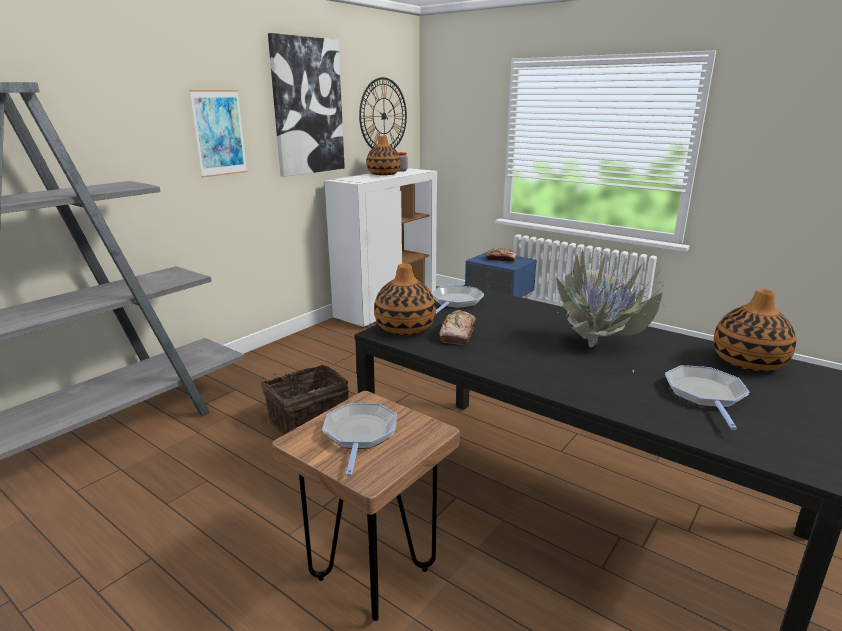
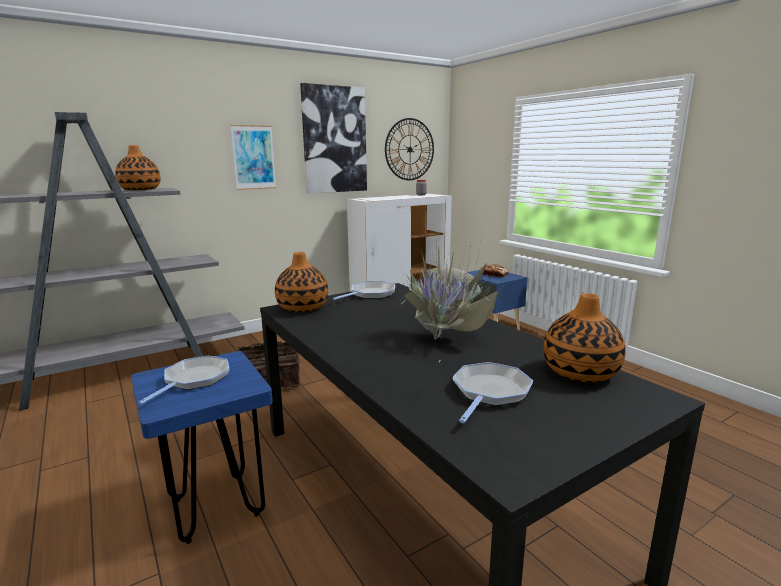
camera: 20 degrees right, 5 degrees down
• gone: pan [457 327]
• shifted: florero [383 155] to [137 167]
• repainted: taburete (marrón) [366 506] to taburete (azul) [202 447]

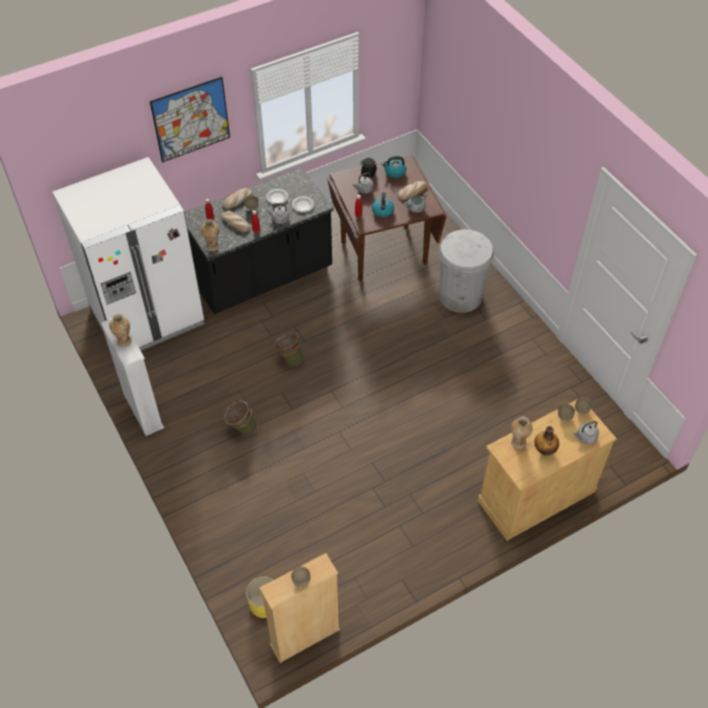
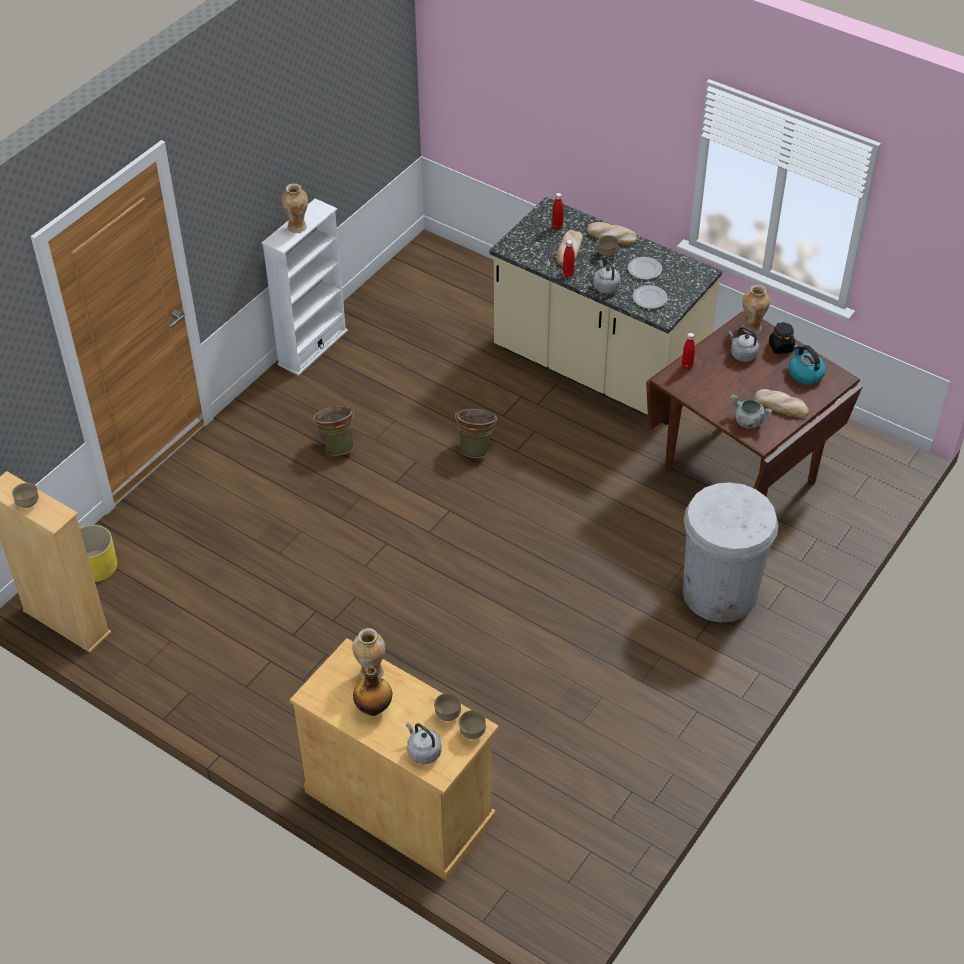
camera: 65 degrees right, 5 degrees down
• gone: nevera (blanco) [128 254]
• gone: cuadro [190 119]
• gone: hervidor [383 205]
• shifted: florero [210 235] to [756 309]
• repainted: mueble bajo de cocina (negro) [259 241] to mueble bajo de cocina (beis) [605 311]

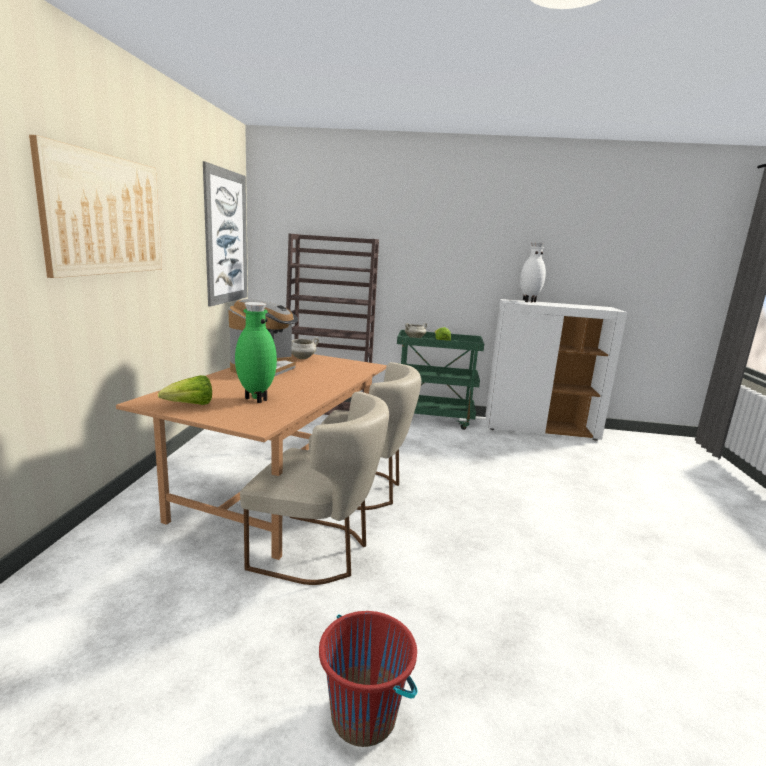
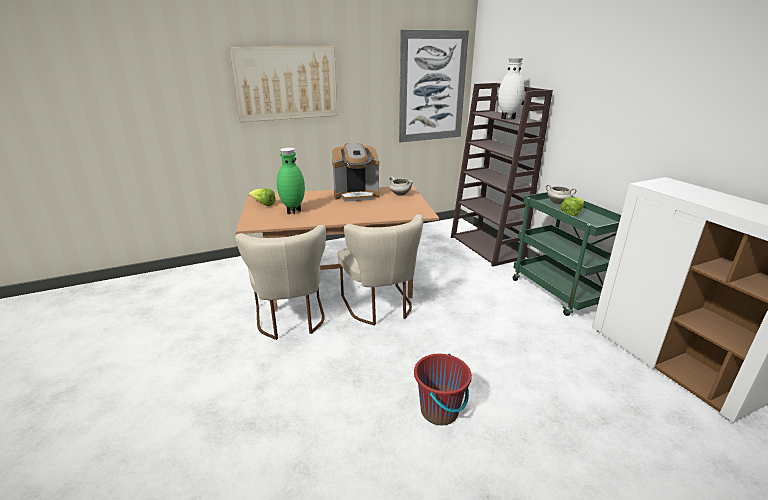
camera: 60 degrees right, 10 degrees up
• shifted: cubo (rojo) [368 679] to [443 389]
• shifted: florero (blanco) [533 273] to [511 89]

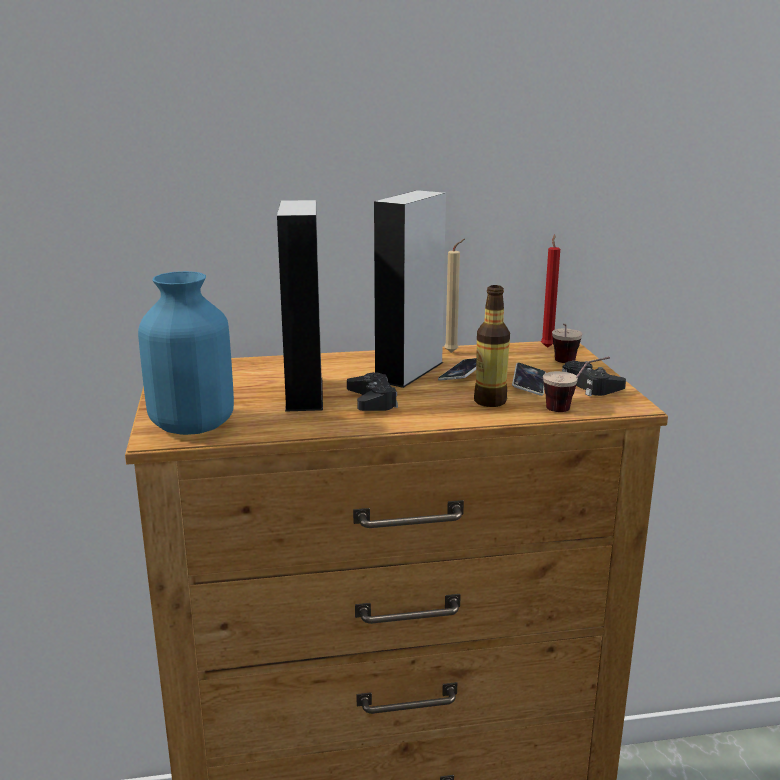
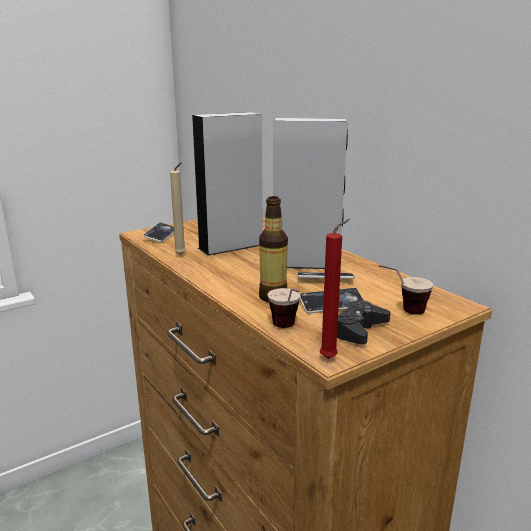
camera: 65 degrees right, 0 degrees up
• gone: mando de consola (negro) [372 391]
• shifted: vela (beis) [454 296] to [178 209]
• shifted: vela (rojo) [550 291] to [335 288]
• swapped: florero (azul) [186 353] to móvil [158 233]

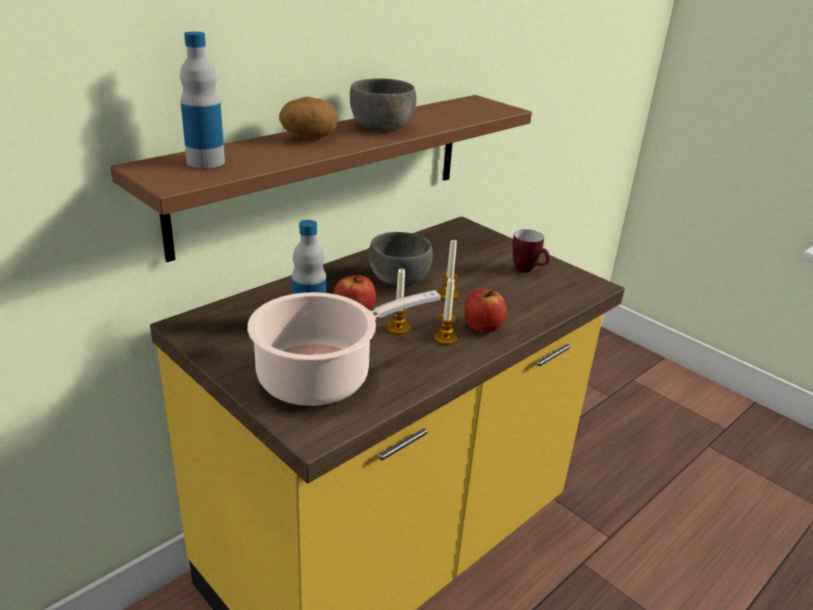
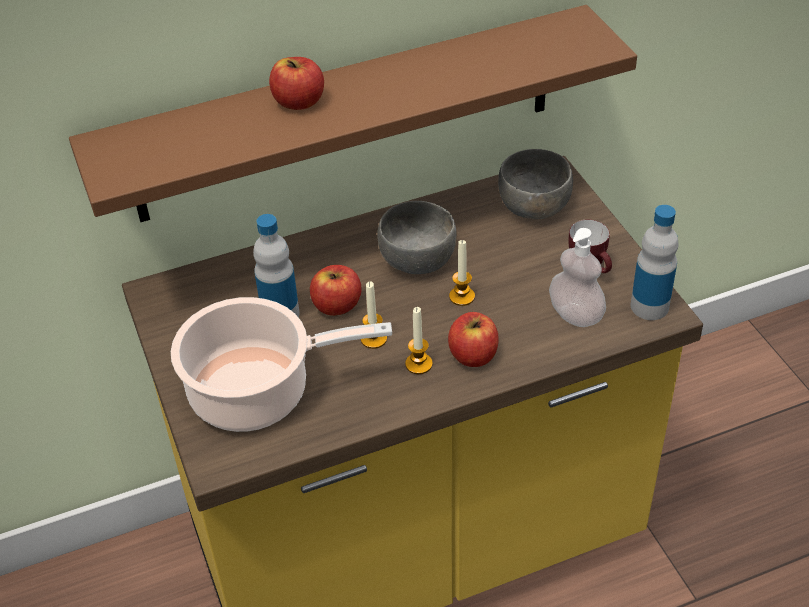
camera: 25 degrees right, 15 degrees up
• new: dispensador de jabón [577 277]
• shifted: botella [202 99] to [655 262]
• shifted: cuenco (gris) [383 105] to [535 184]
• swapped: patata [308 118] to manzana [296 83]

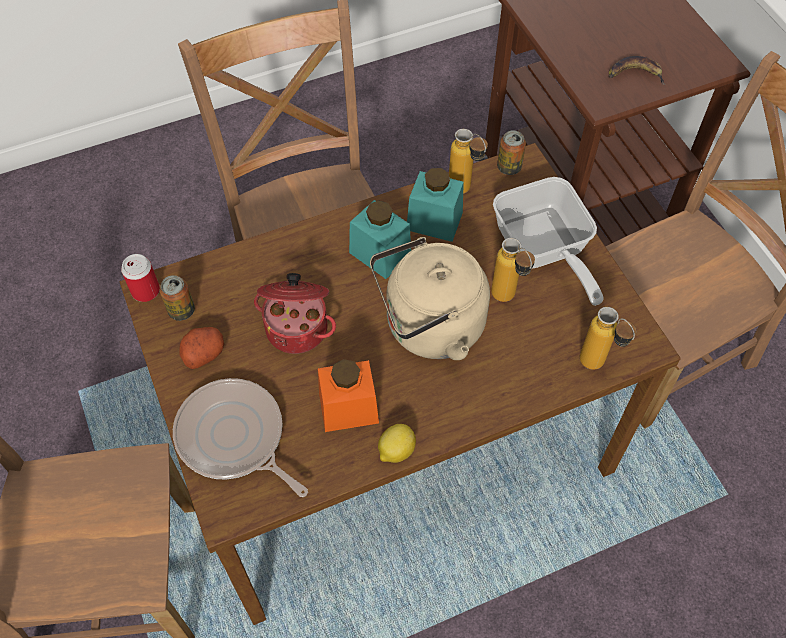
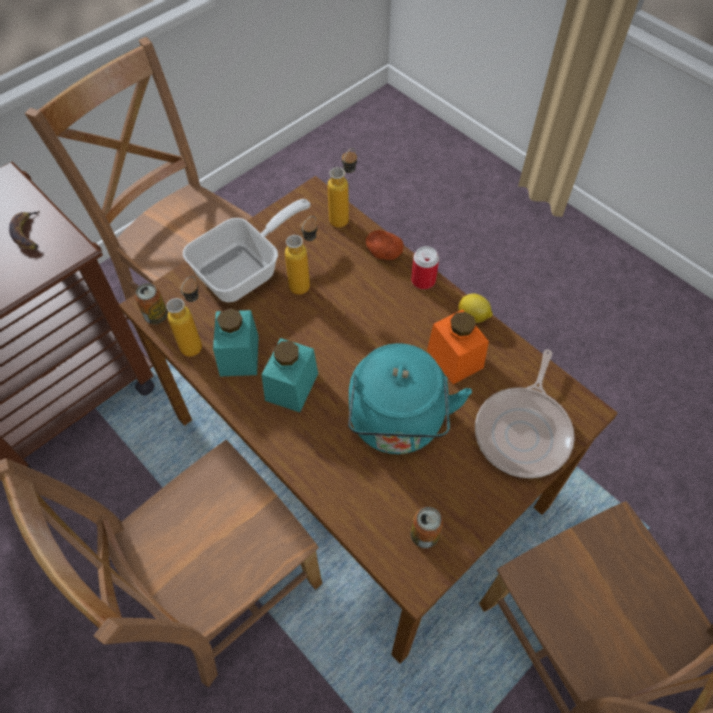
camera: 110 degrees left, 0 degrees up
• gone: hervidor (beis) [430 298]
• shifted: lata [140 278] to [425 267]
• shifted: patata [201 348] to [384 245]
• swapped: olla [295 313] to hervidor (turquesa) [410 398]

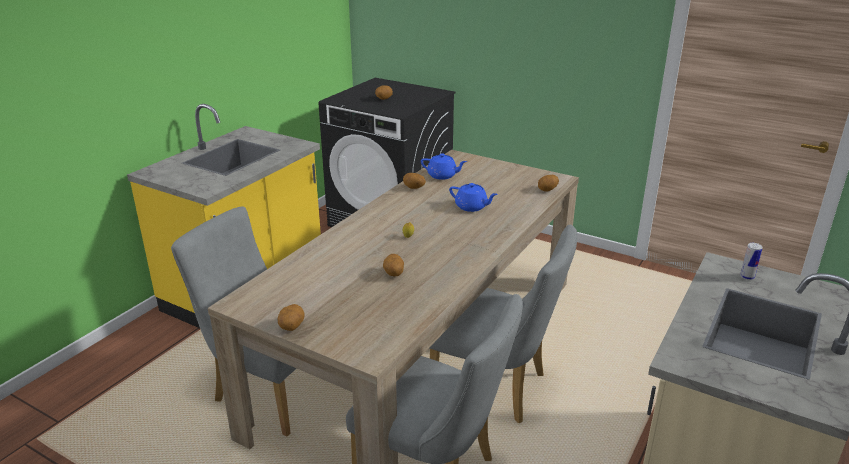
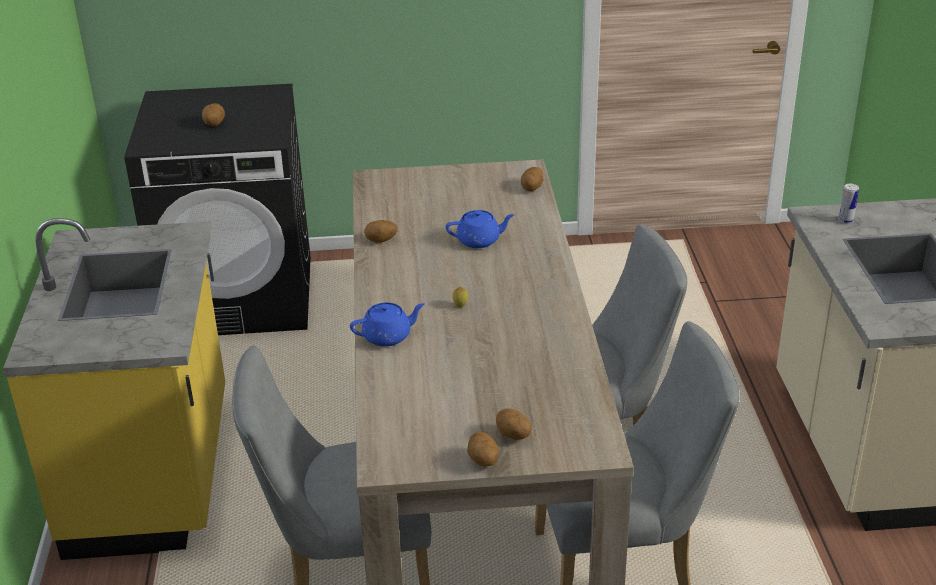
camera: 35 degrees left, 5 degrees up
• shifted: patata [393 265] to [514 424]
• shifted: tetera (azul) [444 167] to [387 324]

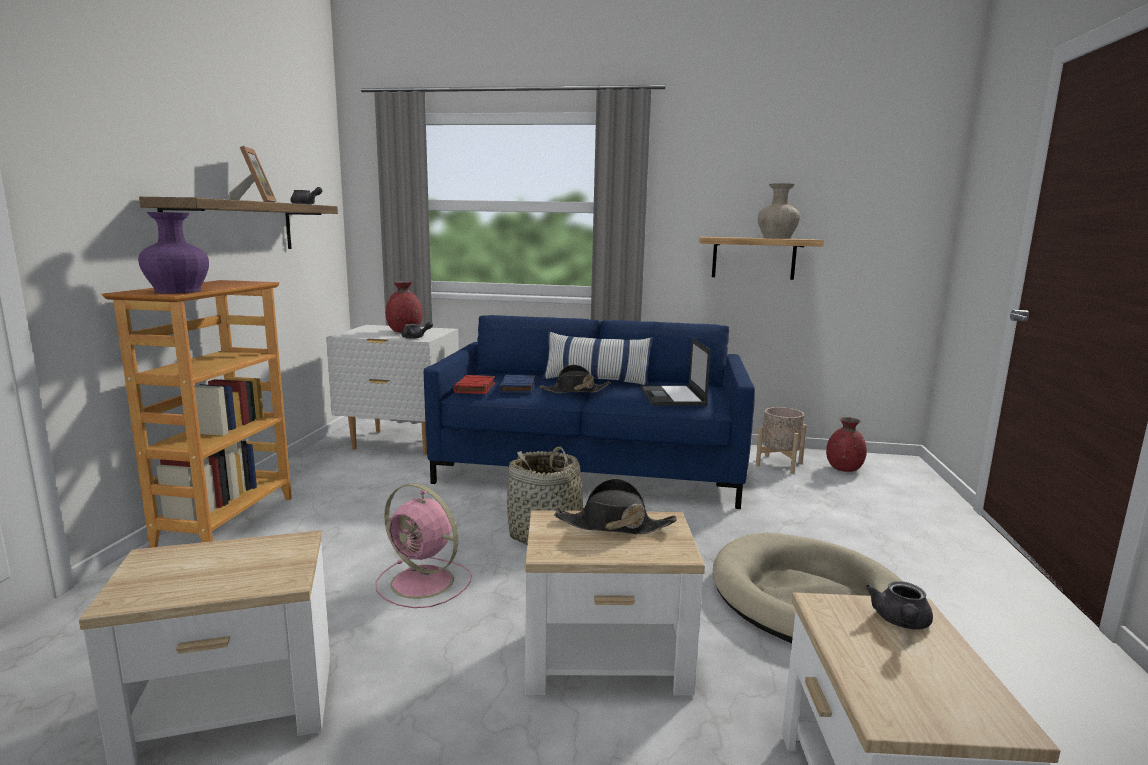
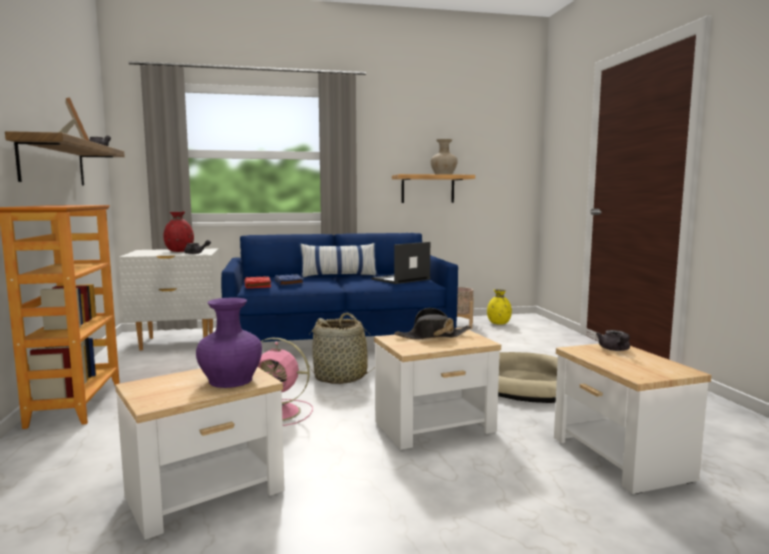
camera: 20 degrees left, 5 degrees down
• gone: sombrero (negro) [575 379]
• shifted: florero (morado) [173 253] to [229 342]
• repainted: florero (rojo) [846 444] to florero (amarillo) [499 307]
• rotated: portátil [675 371] = [400 263] 75 degrees clockwise

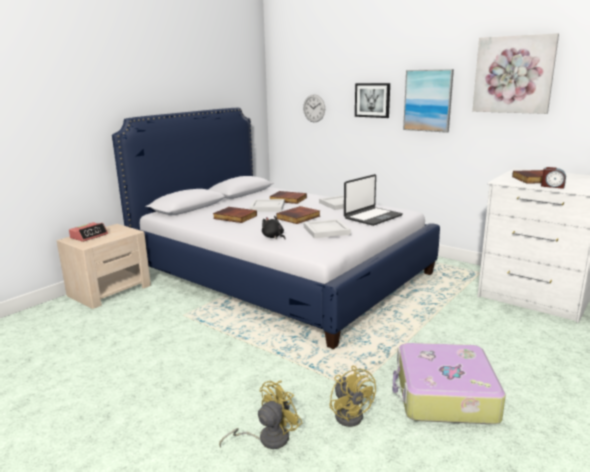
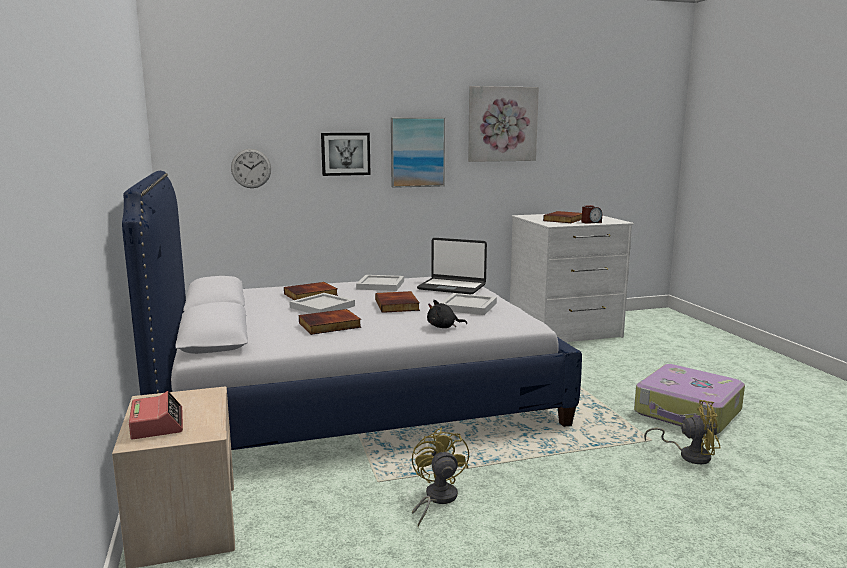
camera: 55 degrees left, 5 degrees down
• shifted: ventilador (amarillo) [260 415] to [440 477]
• rotated: portátil [373 200] = [452 266] 120 degrees clockwise

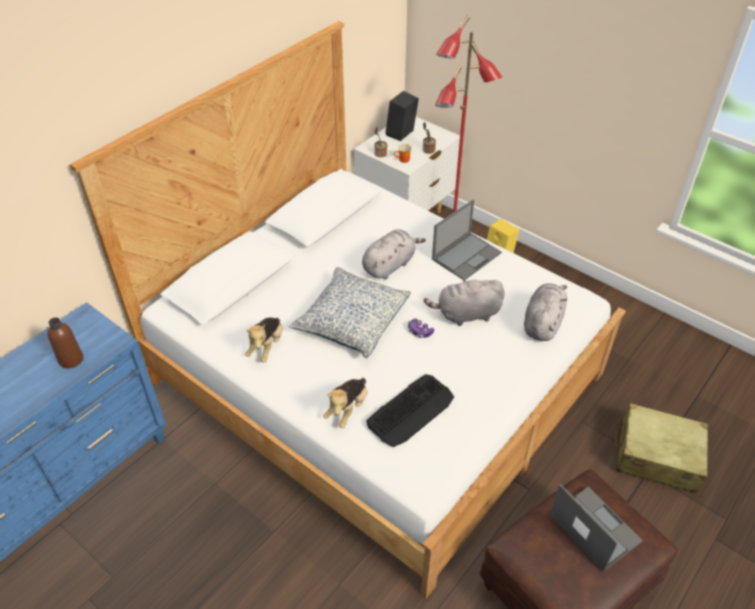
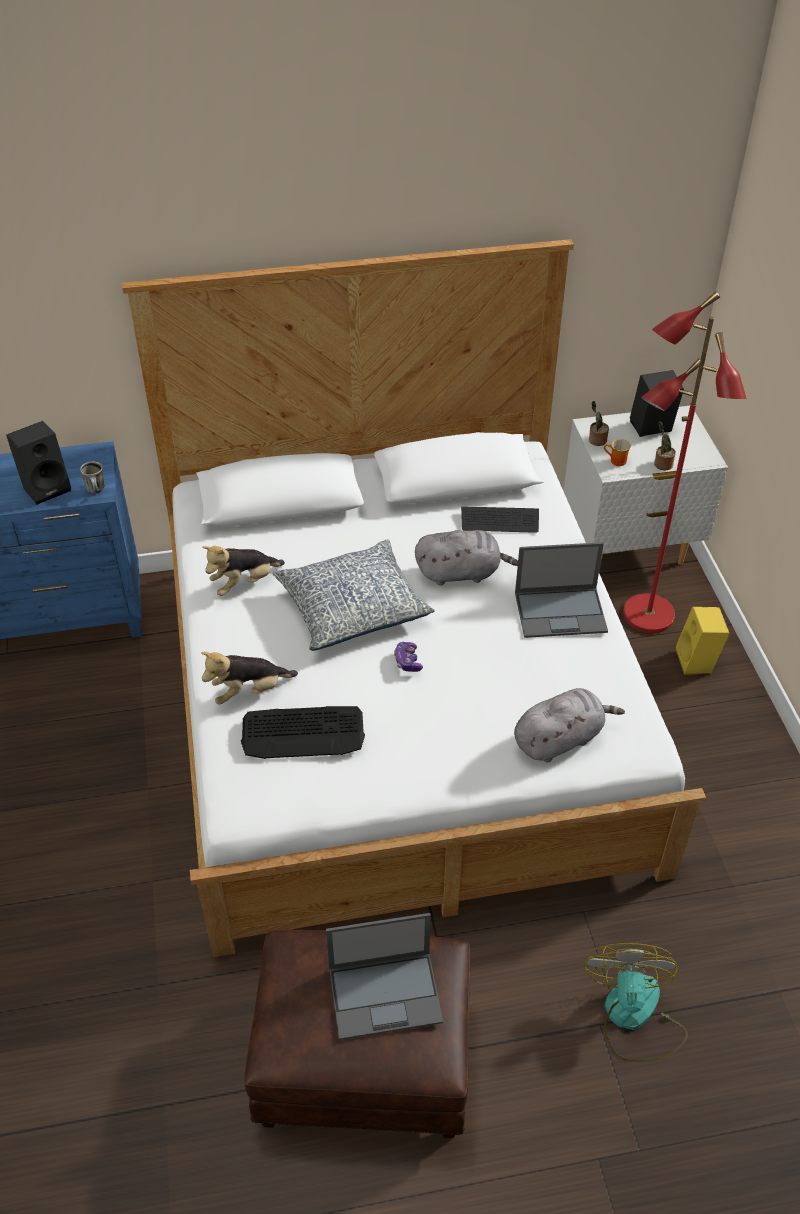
camera: 40 degrees right, 0 degrees up
• gone: peluche (gris) [464 301]
• new: taza grande [92 477]
• new: teclado [500 520]
• swapped: botella (marrón) [65 343] to altavoz (negro) [38 463]
• swapped: maleta (beis) [661 448] to ventilador [636 1002]
• rotated: portátil [596 528] = [384 976] 75 degrees clockwise

